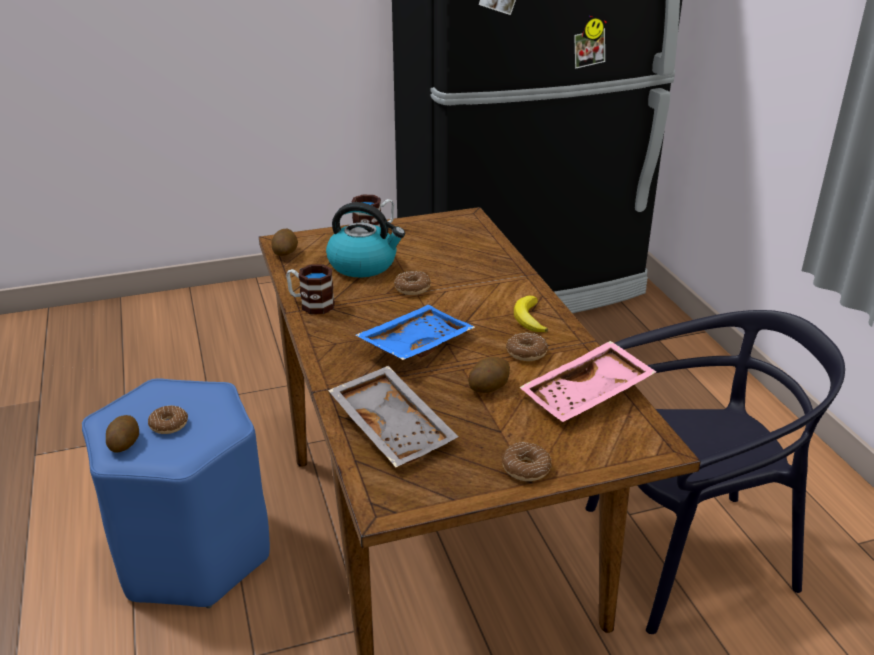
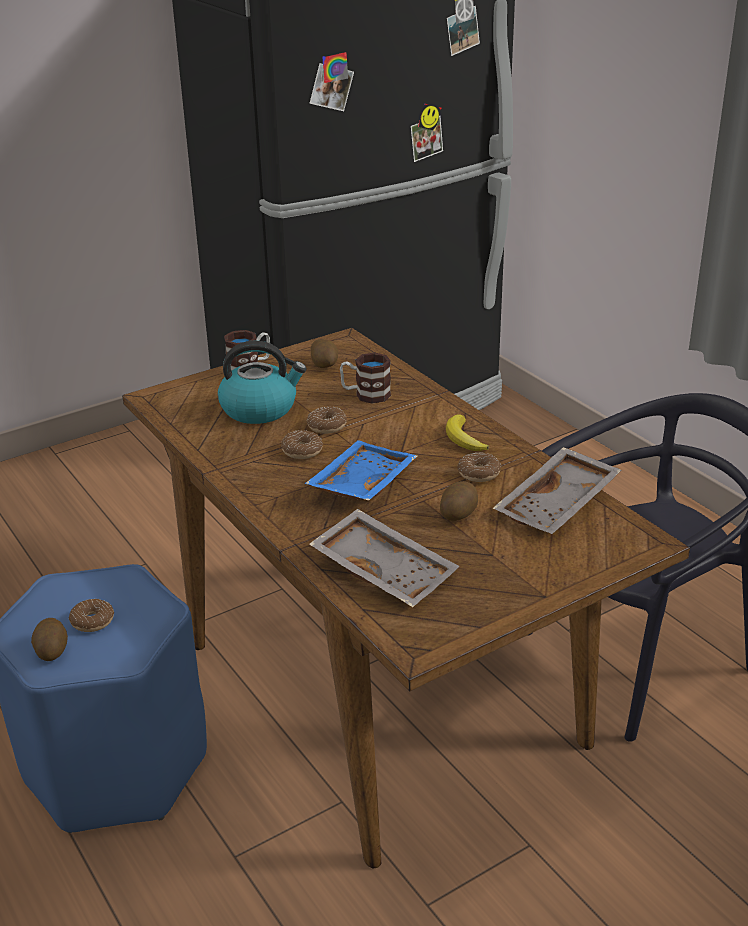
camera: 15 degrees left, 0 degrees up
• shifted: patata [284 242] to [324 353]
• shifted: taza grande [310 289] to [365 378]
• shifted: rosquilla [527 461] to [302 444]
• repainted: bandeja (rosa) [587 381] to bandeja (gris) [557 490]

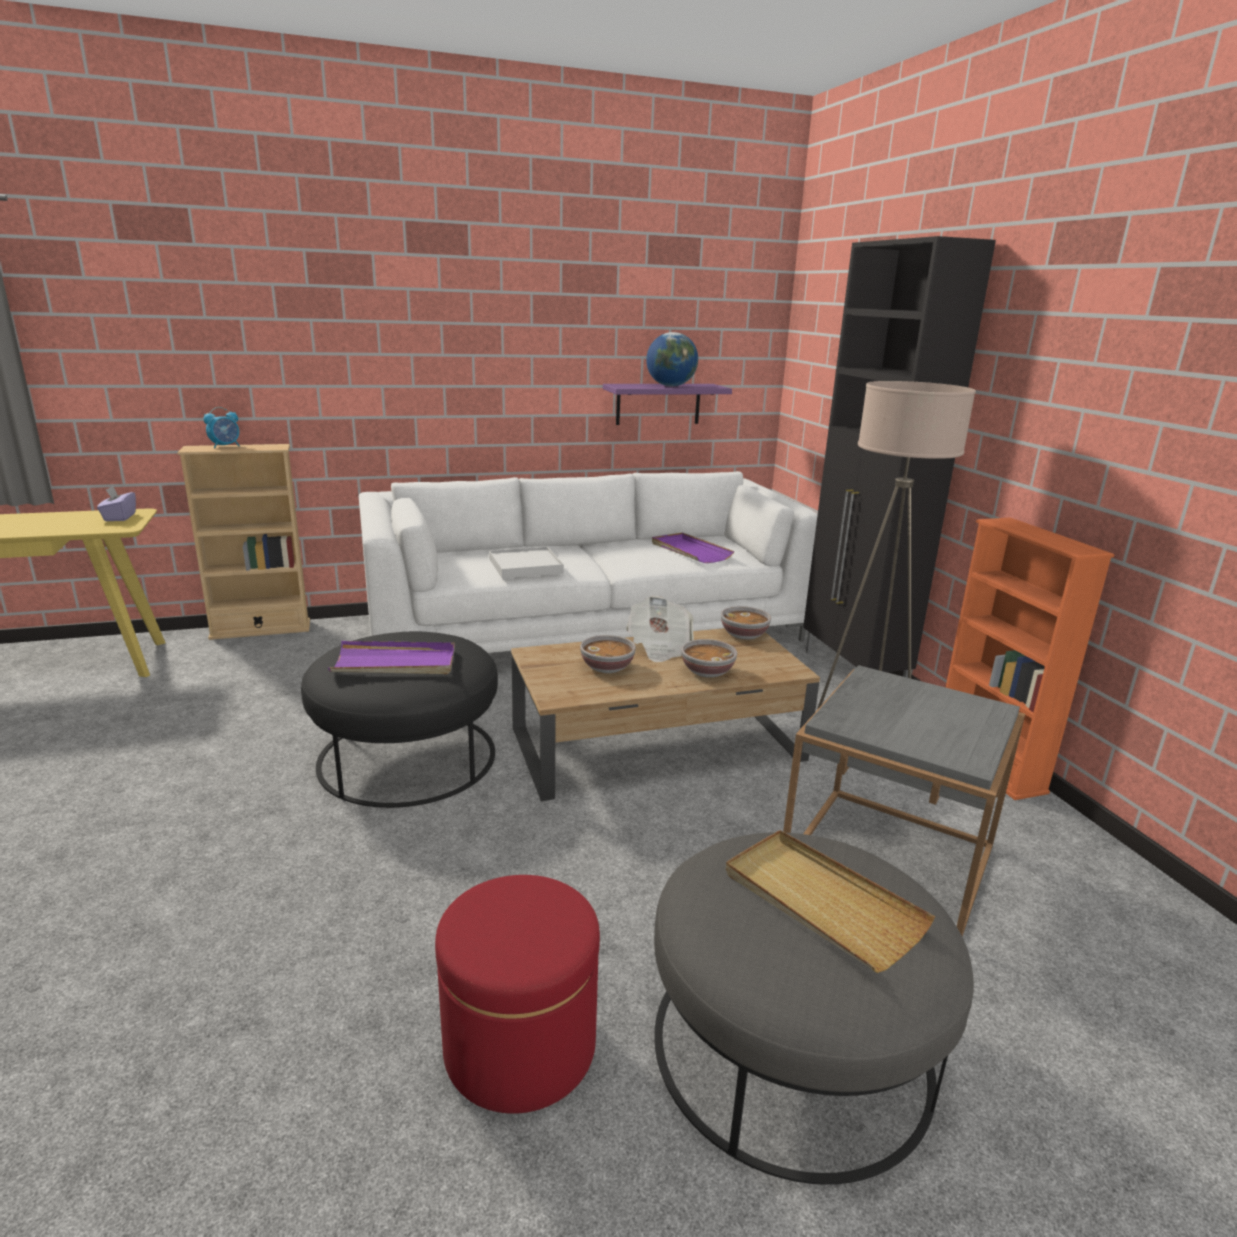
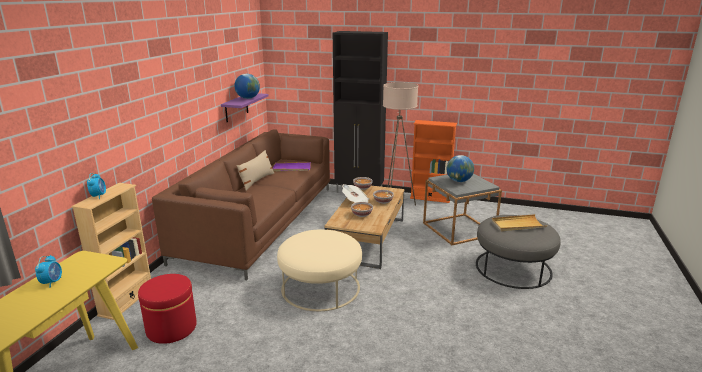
camera: 55 degrees left, 0 degrees up
• gone: caja de pañuelos (morado) [116 503]
• gone: bandeja (morado) [391 657]
• gone: bandeja (blanco) [526 563]
• new: despertador [48 271]
• new: cojín (beis) [255 170]
• new: globo terráqueo [460 168]
• shifted: puf (rojo) [517 994] to [167 309]
• repainted: puf (negro) [399 720] to puf (beis) [319 270]
• repainted: sofá (blanco) [588 562] to sofá (marrón) [241 204]

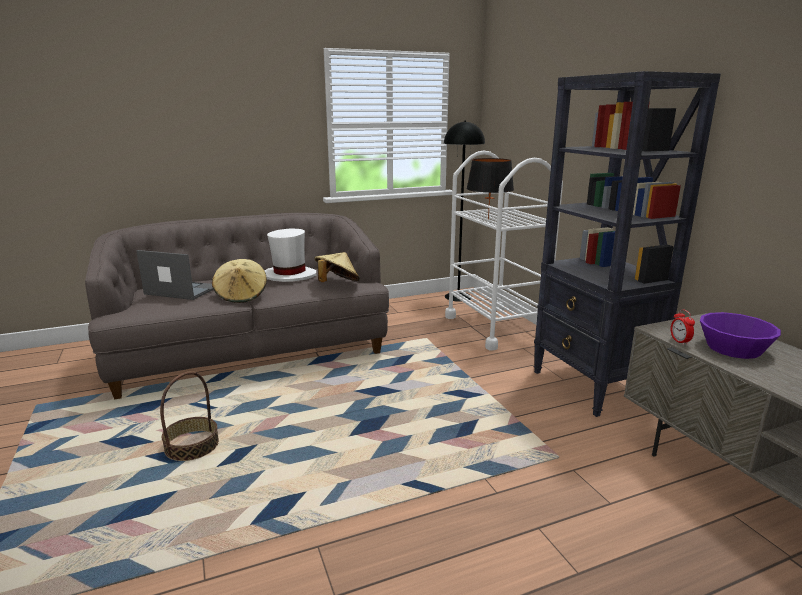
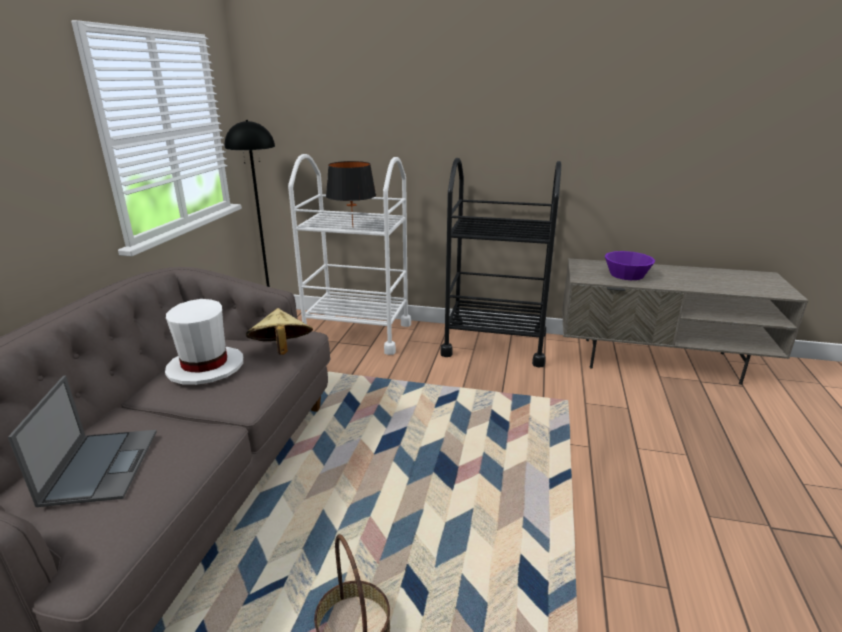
camera: 55 degrees left, 5 degrees up
• gone: sombrero (beis) [239 281]
• gone: despertador [682 327]
• swapped: estantería (negro) [627 244] to carrito (negro) [500 262]
• rotated: portátil [175 275] = [82 441] 120 degrees clockwise

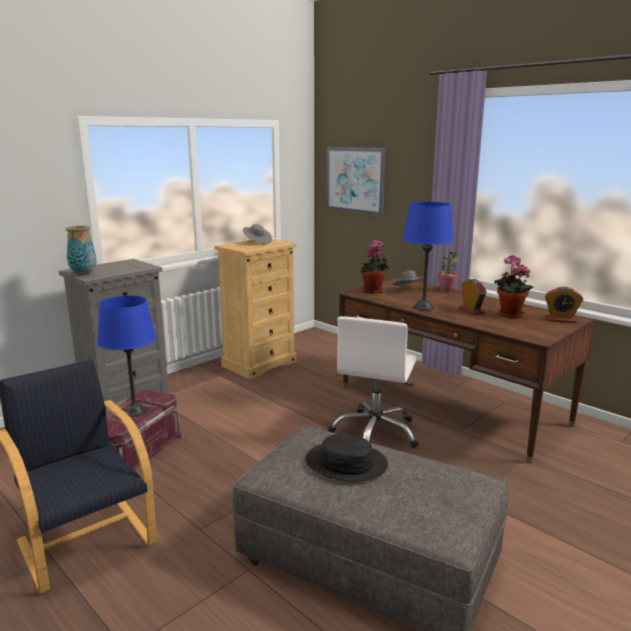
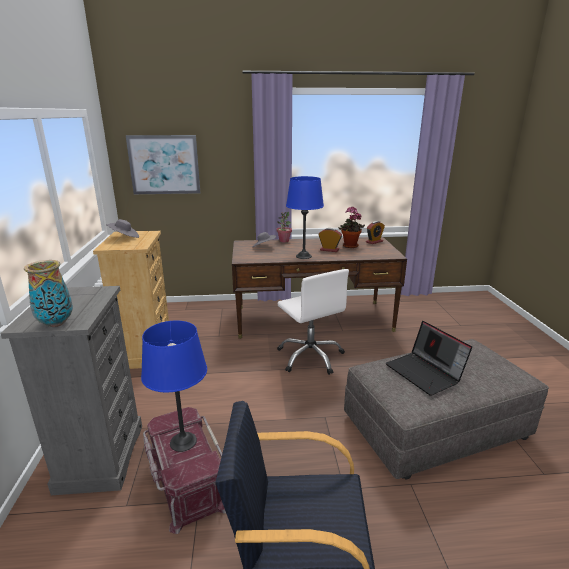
camera: 50 degrees left, 5 degrees up
• gone: planta en maceta [374 266]
• swapped: sombrero (negro) [346 458] to portátil [429 358]

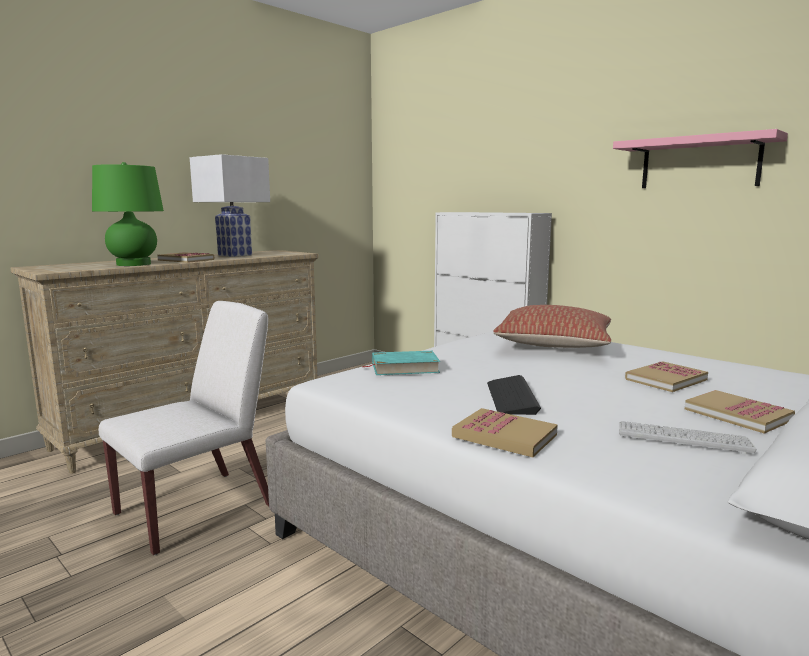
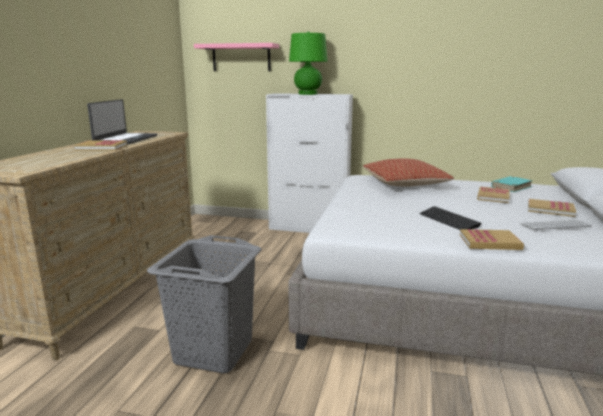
camera: 30 degrees left, 5 degrees up
• shifted: lámpara de mesa (verde) [128 214] to [308 63]
• shifted: libro (turquesa) [401 363] to [512 184]
• shifted: estante (rosa) [700 158] to [236 57]
• swapped: silla (blanco) [184 428] to cesto de la ropa (gris) [204 304]
• swapped: lámpara de mesa (blanco) [230 205] to portátil [122 121]

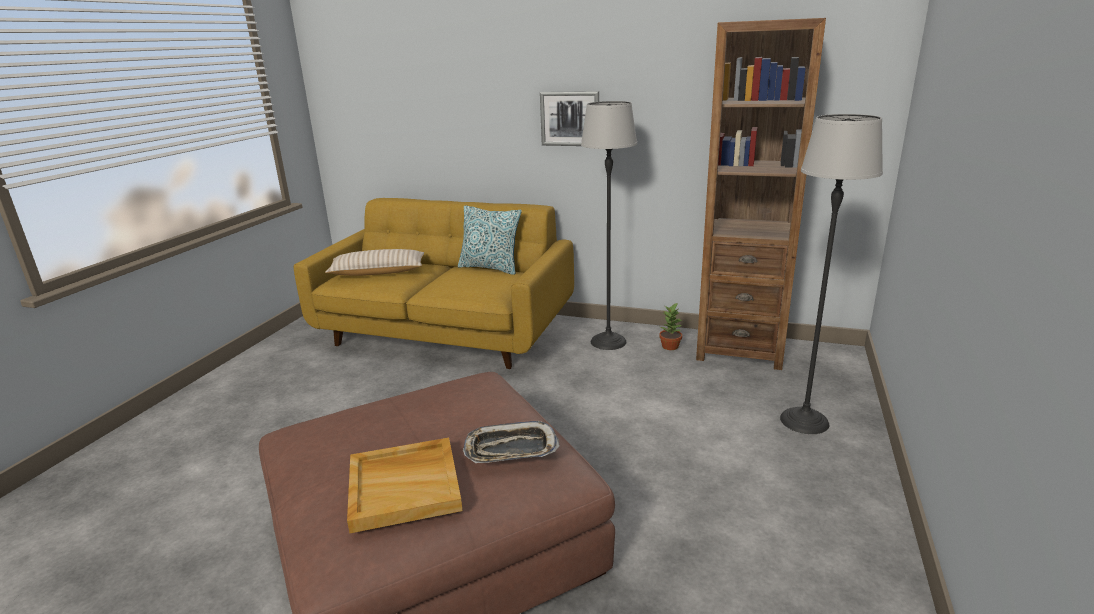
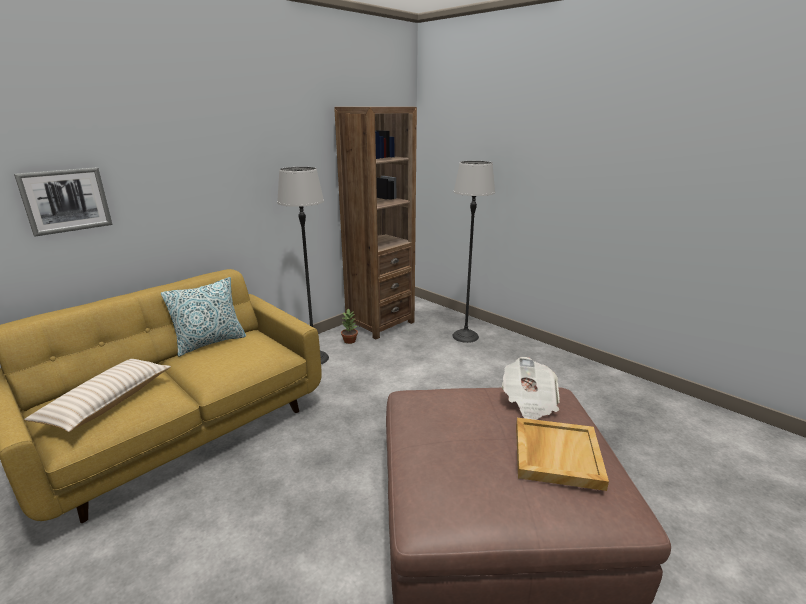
camera: 65 degrees left, 0 degrees up
• shifted: cuadro [569 118] to [63 201]
• swapped: bandeja [511 442] to periódico [531 388]

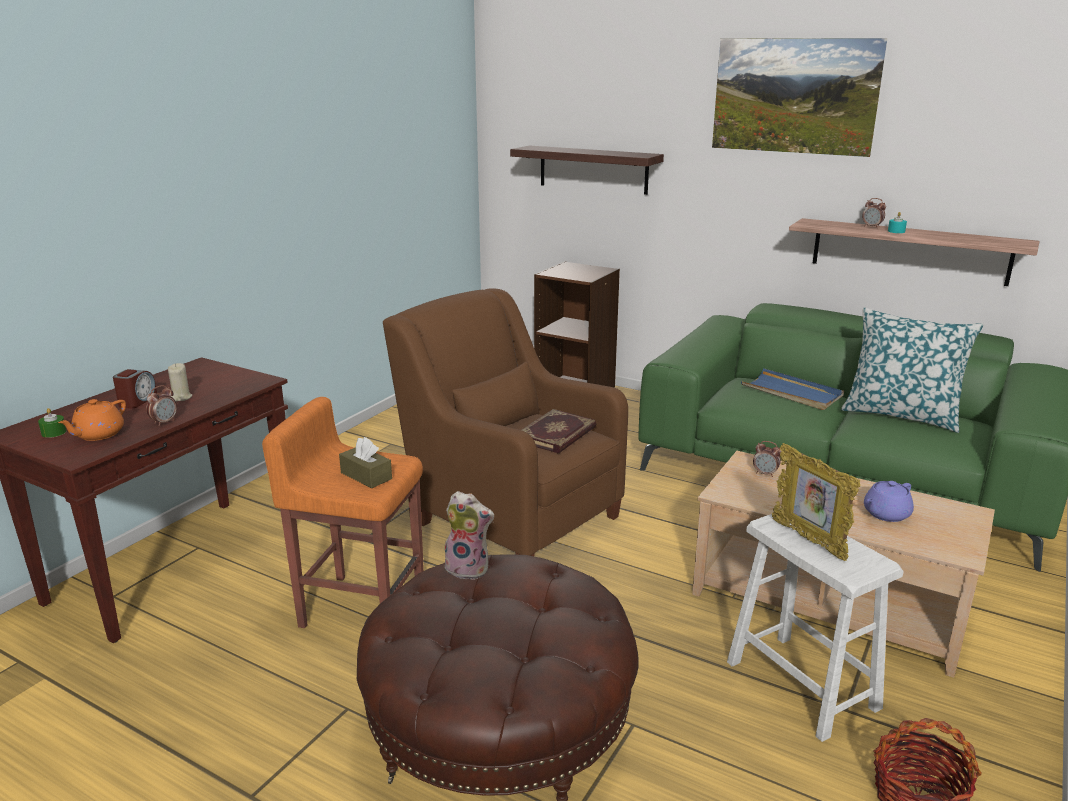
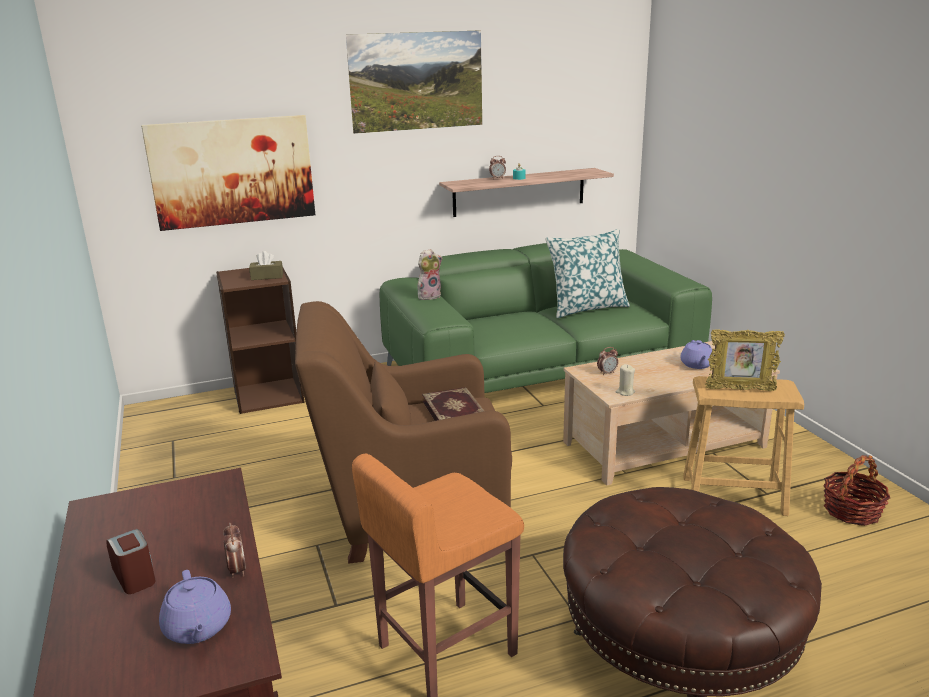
camera: 50 degrees left, 0 degrees up
• gone: vela (verde) [52 423]
• gone: bandeja (azul) [792 389]
• shifted: vela (beis) [180 382] to [625 380]
• shifted: caja de pañuelos (marrón) [365 462] to [266 265]
• shifted: peluche [467 535] to [430 274]
• swapped: estante [587 170] to cuadro [228 173]
• repainted: tetera (naranja) [92 420] to tetera (morado) [195 607]
• repainted: taburete (blanco) [815 628] to taburete (marrón) [743 446]

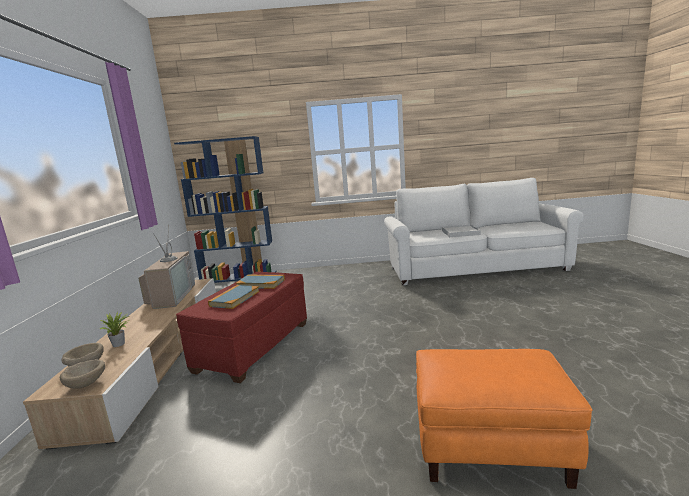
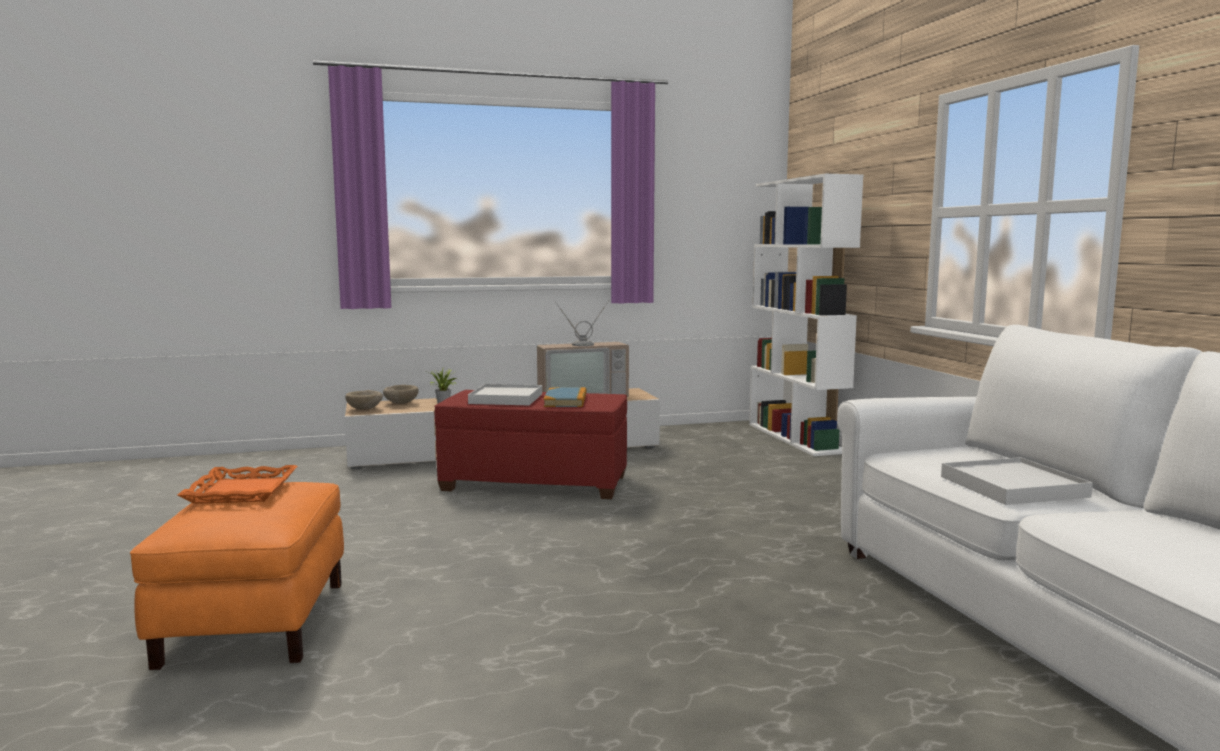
camera: 75 degrees right, 5 degrees down
• new: bandeja (naranja) [237 484]
• swapped: libro [233 297] to bandeja (blanco) [505 394]
• repainted: estantería (azul) [225 209] to estantería (blanco) [806 315]

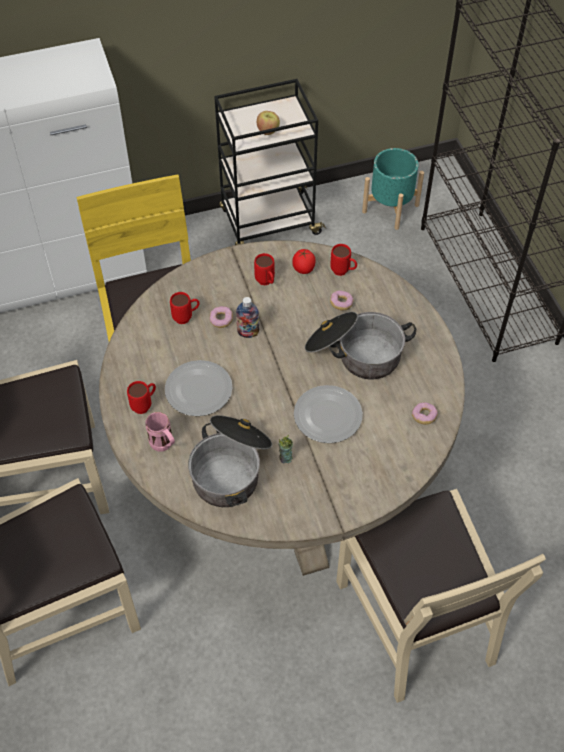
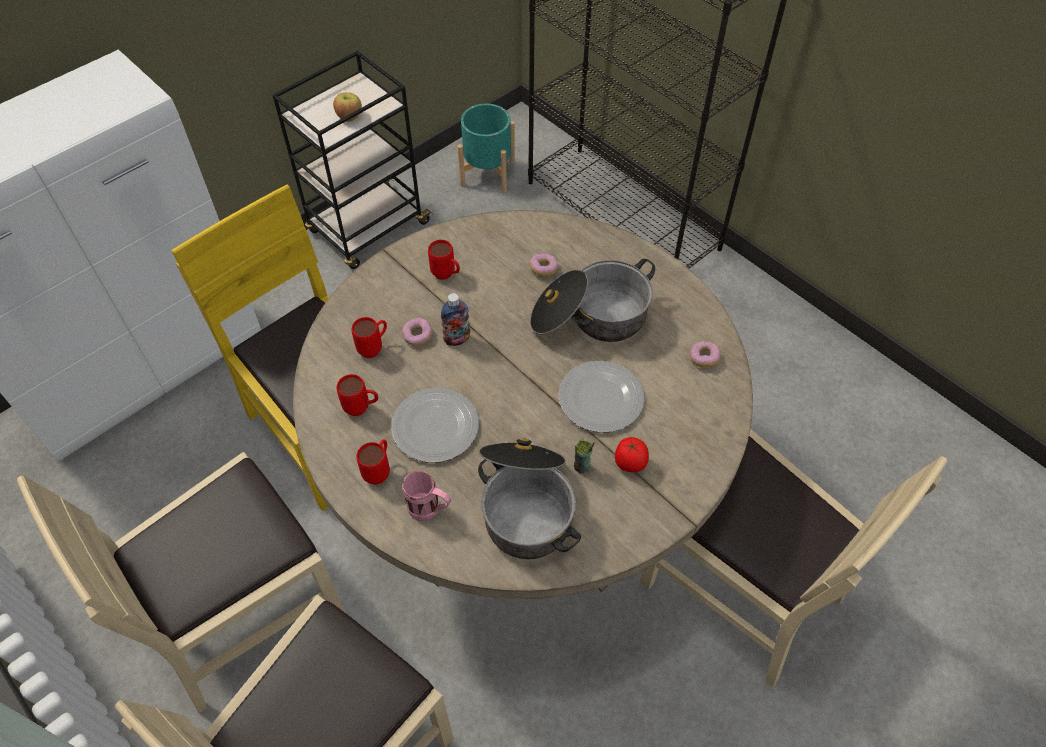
camera: 25 degrees left, 0 degrees up
• shifted: tomate [304 261] to [632 454]
• shifted: taza grande (rojo) [343 260] to [357 395]

